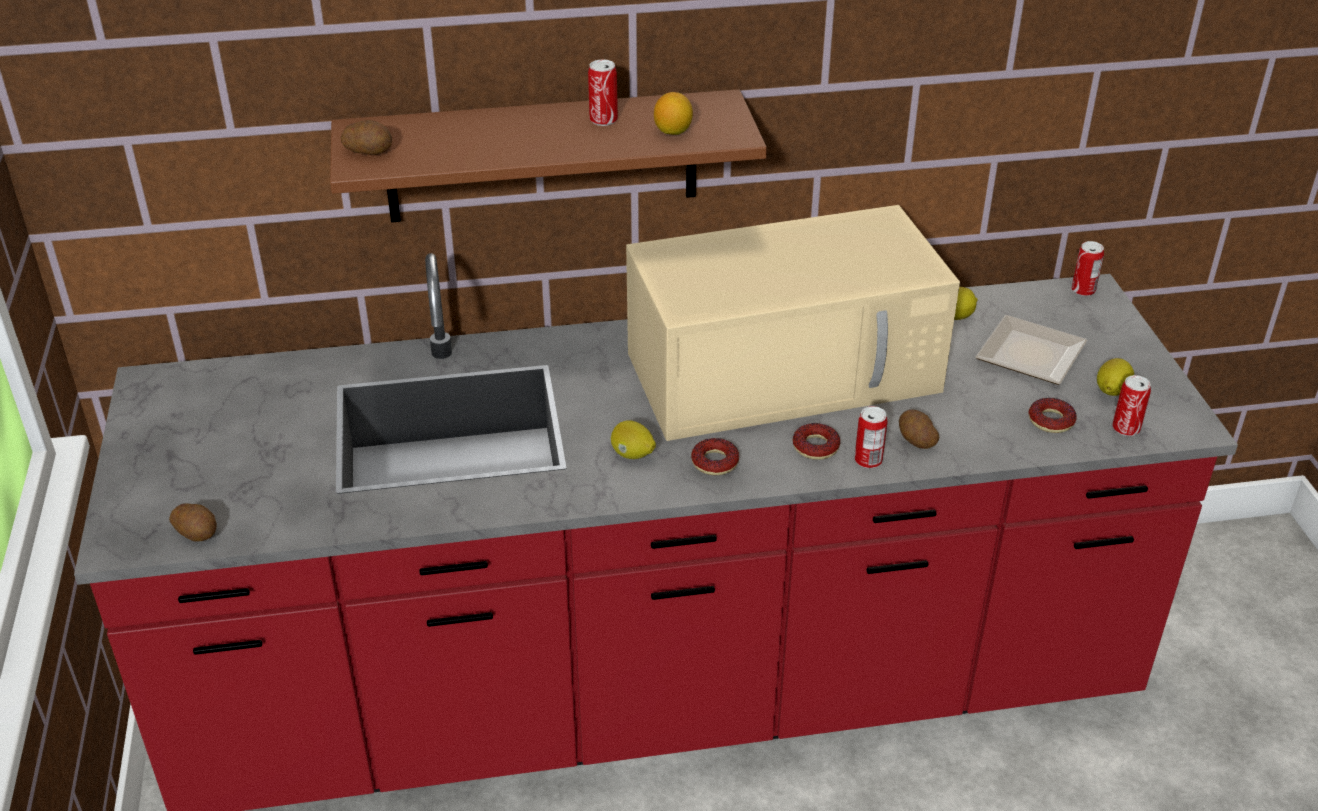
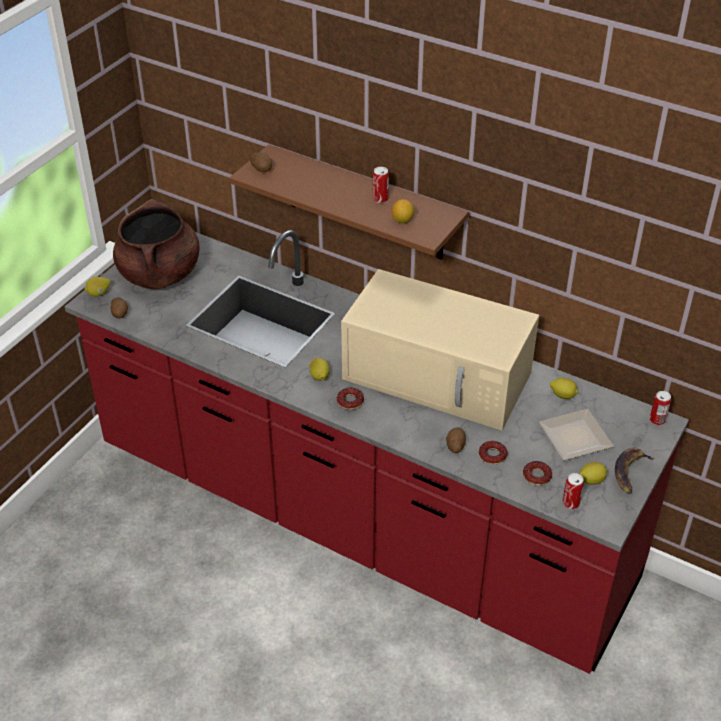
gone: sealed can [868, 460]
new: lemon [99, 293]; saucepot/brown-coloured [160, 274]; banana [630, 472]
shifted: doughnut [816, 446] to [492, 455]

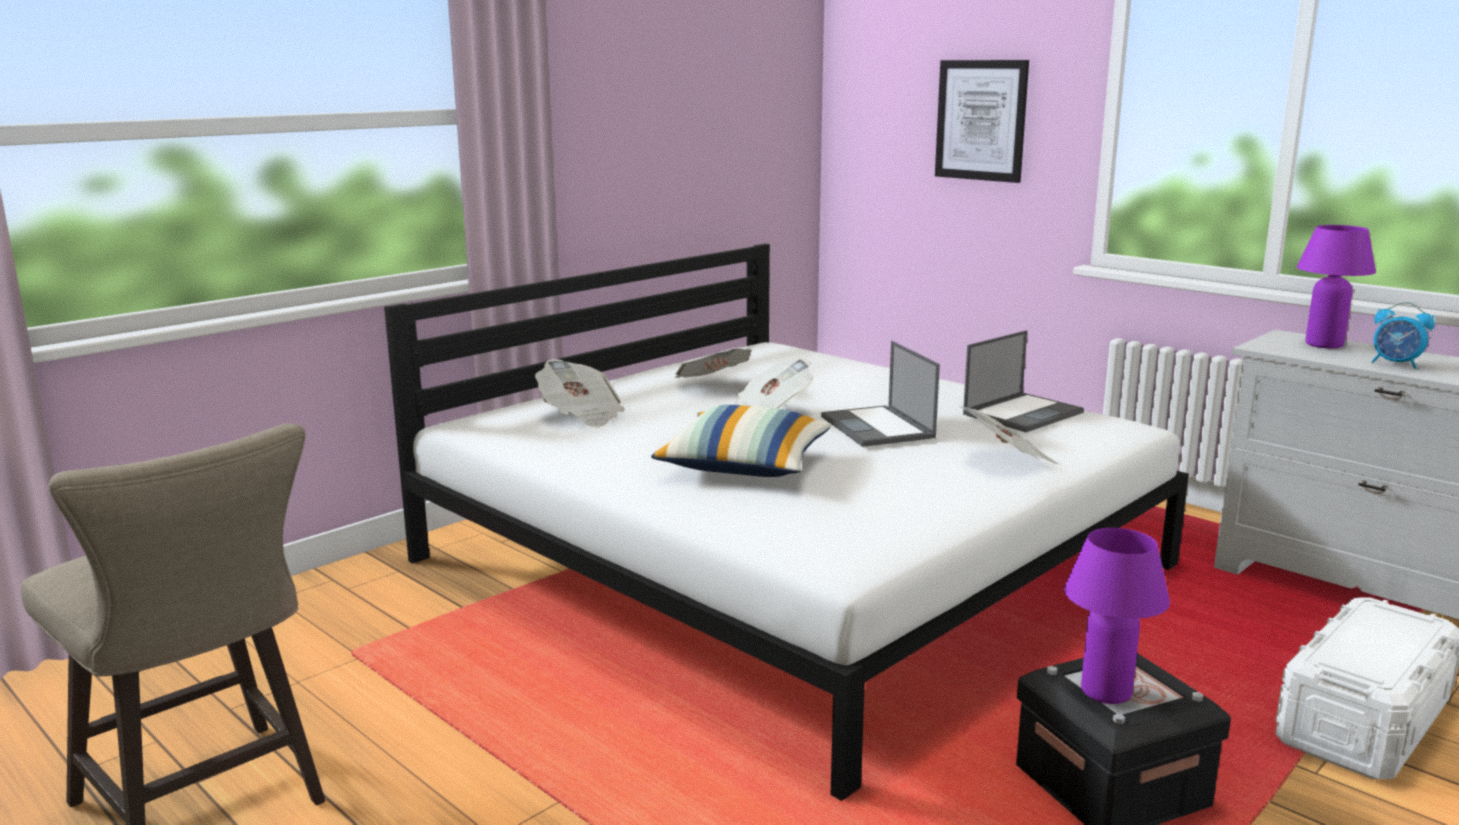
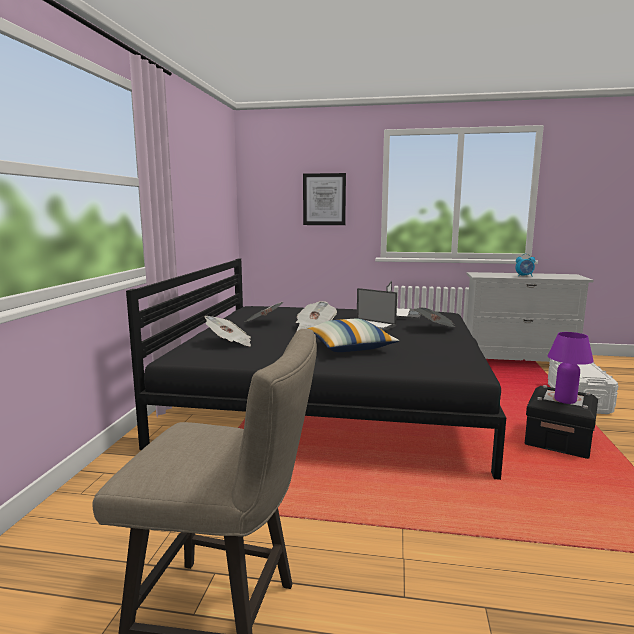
gone: lamp for a table/purplish [1324, 345]
repainted: bedroom bed/whitish [789, 562] to bedroom bed/black-coloured [331, 399]

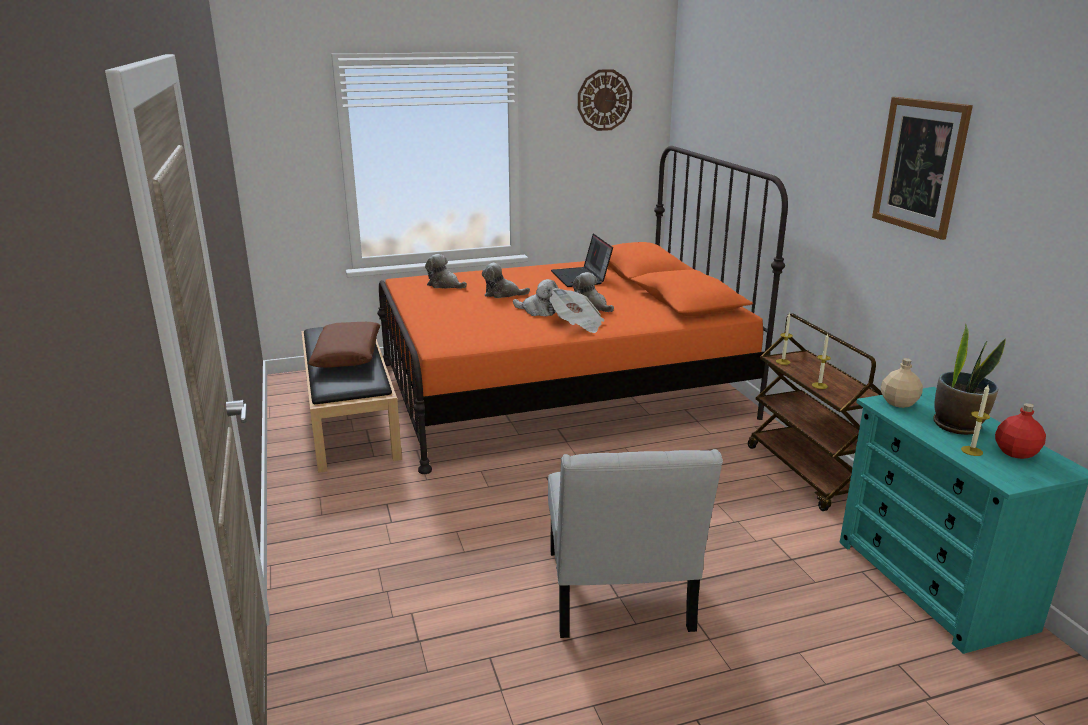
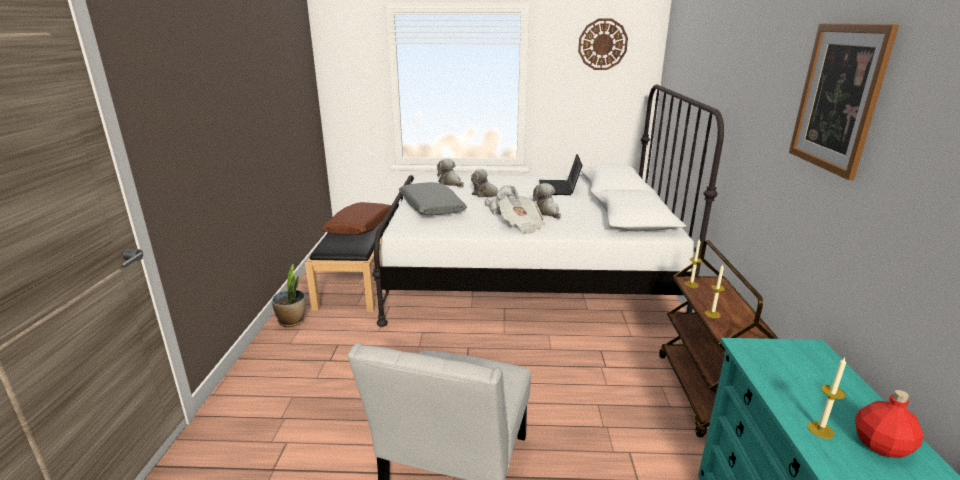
gone: bottle/beige [899, 403]
new: pillow/grey [431, 207]
shifted: plant in a pot [957, 425] to [292, 321]
repainted: bedroom bed/orangey [560, 390] to bedroom bed/whitish [527, 276]

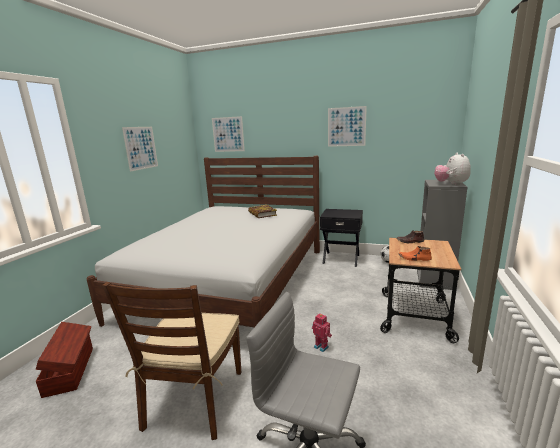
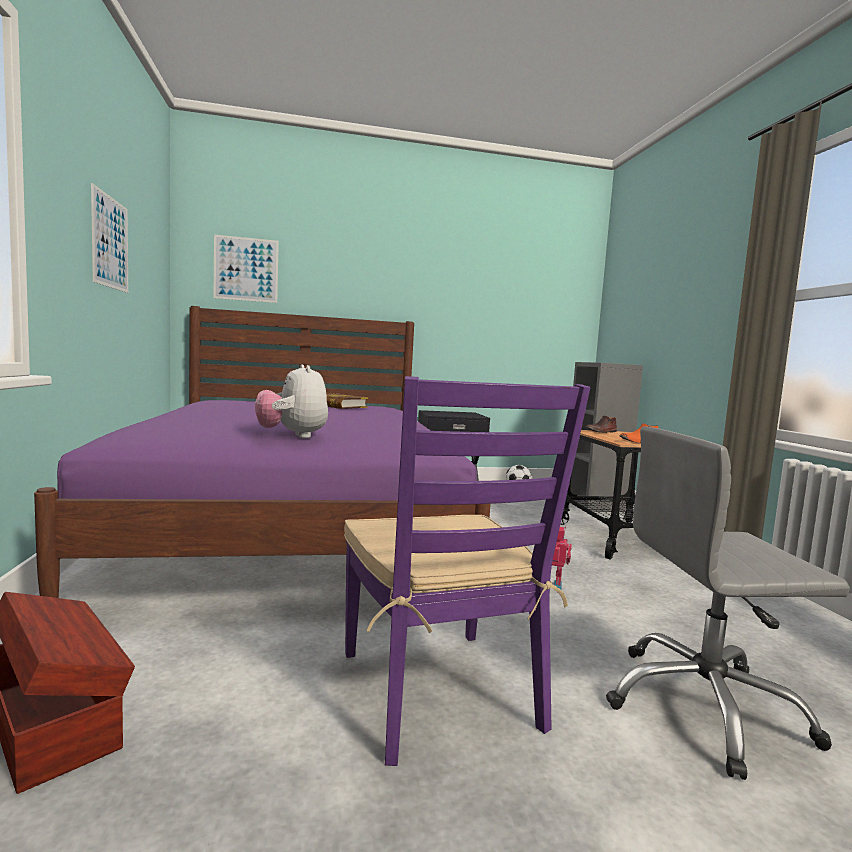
gone: wall art [346, 126]
shifted: soft toy [451, 184] to [292, 436]
repainted: bedroom bed/whitish [230, 282] to bedroom bed/purplish [294, 529]; plain chair/brown-coloured [195, 399] to plain chair/purplish [439, 690]

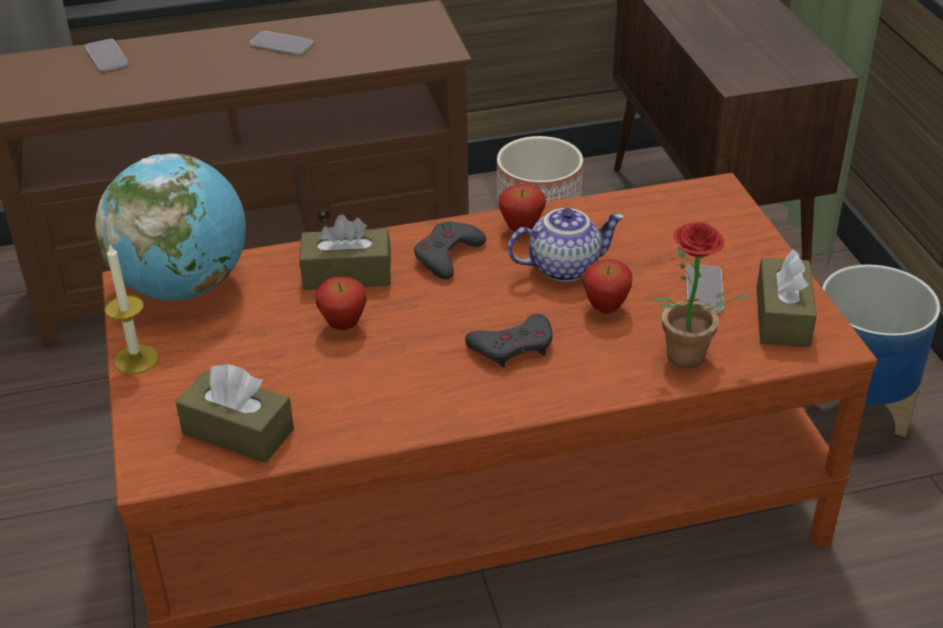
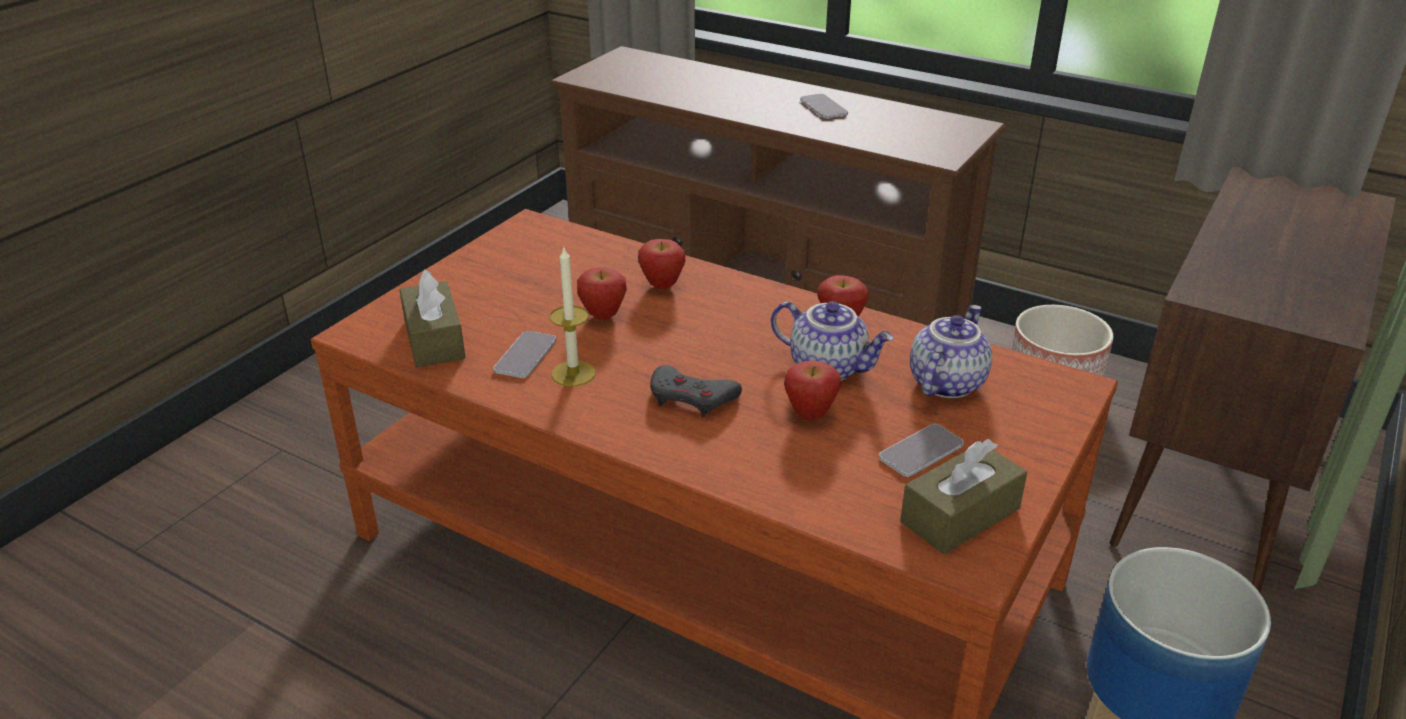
gone: globe [184, 286]; game controller/grey [447, 255]; plant in a pot [684, 361]
new: teapot [945, 382]
shifted: handset [106, 56] to [525, 356]; wax light [136, 359] to [573, 373]
swapped: box of tissues/brown-coloured [347, 274] to apple fruit [662, 286]

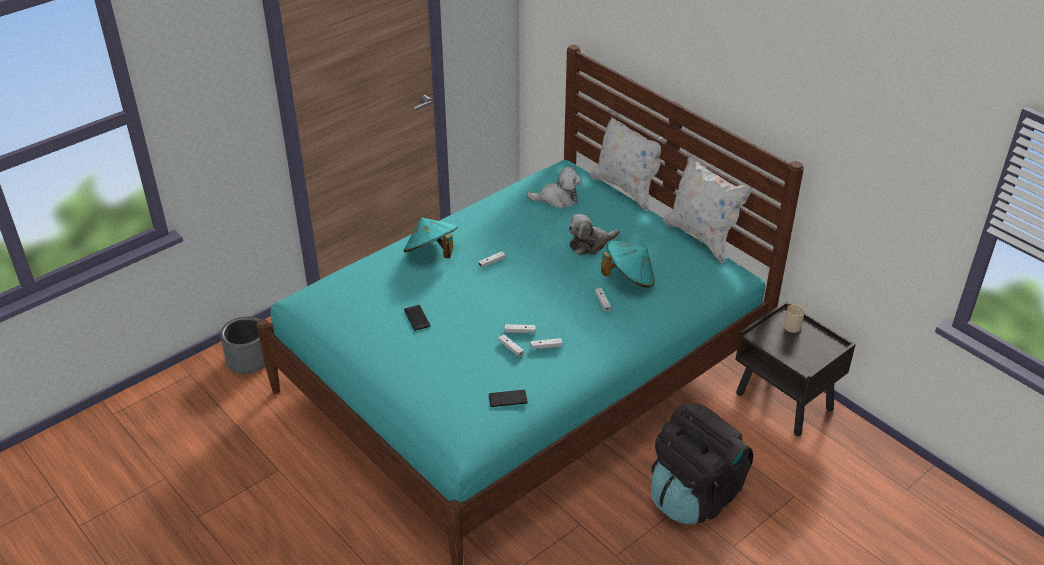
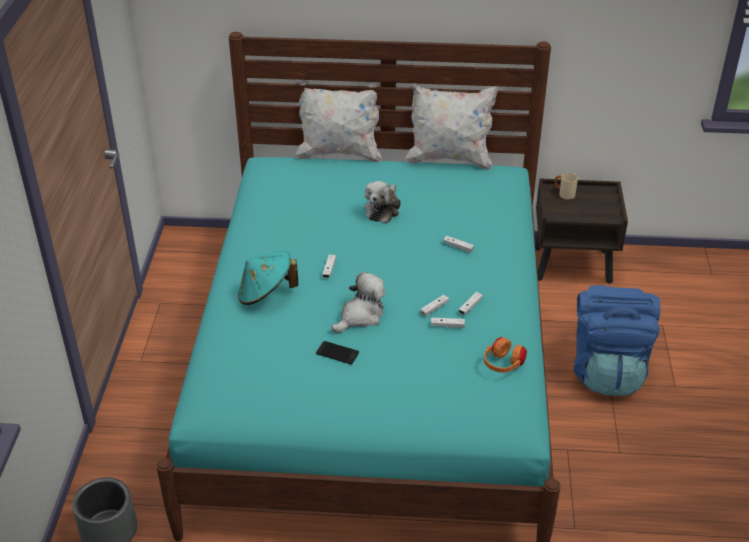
gone: clothing hat/turquoise [629, 279]
shifted: soft toy [557, 199] to [360, 316]
swapped: handset [508, 399] to headset/orangey [503, 365]
repainted: rucksack/black-coloured [694, 495] to rucksack/blue-coloured [607, 370]

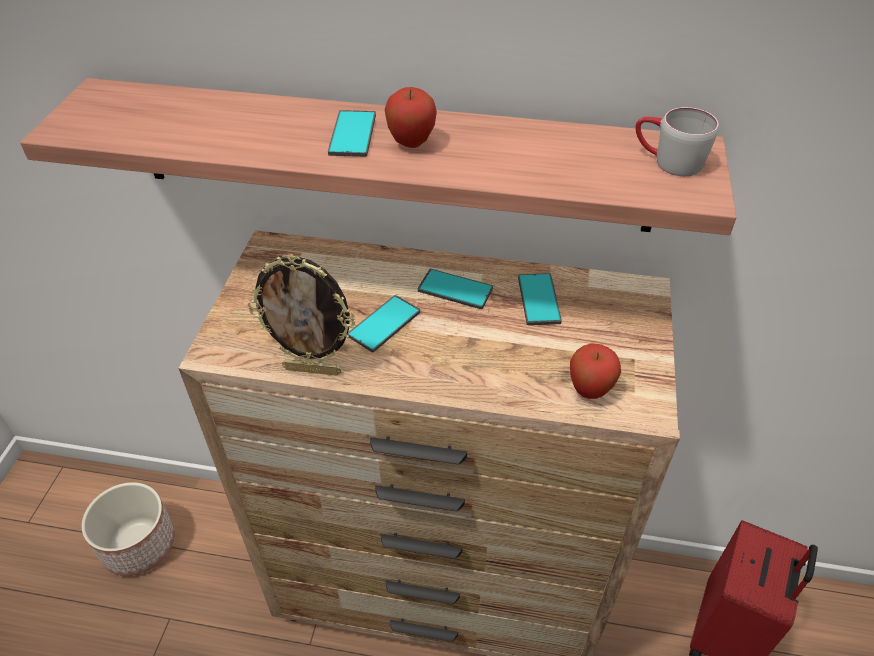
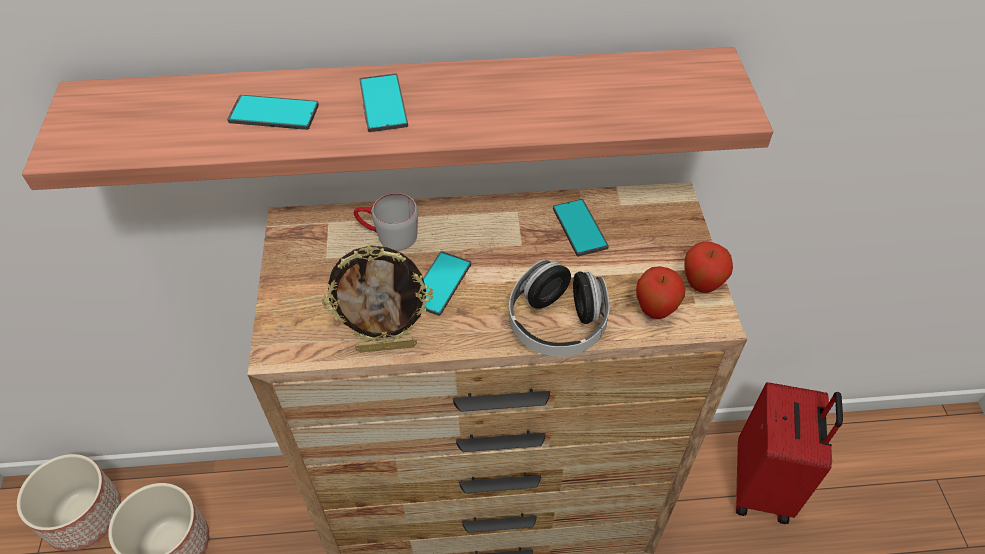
new: planter [84, 514]; headset [557, 324]
shifted: apple fruit [411, 143] to [701, 284]; handset [455, 290] to [274, 114]; mug/grey [667, 161] to [388, 235]

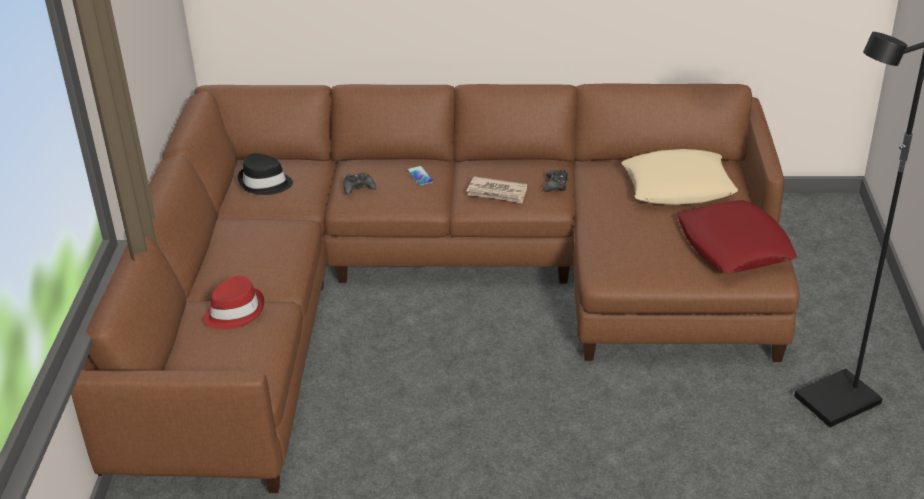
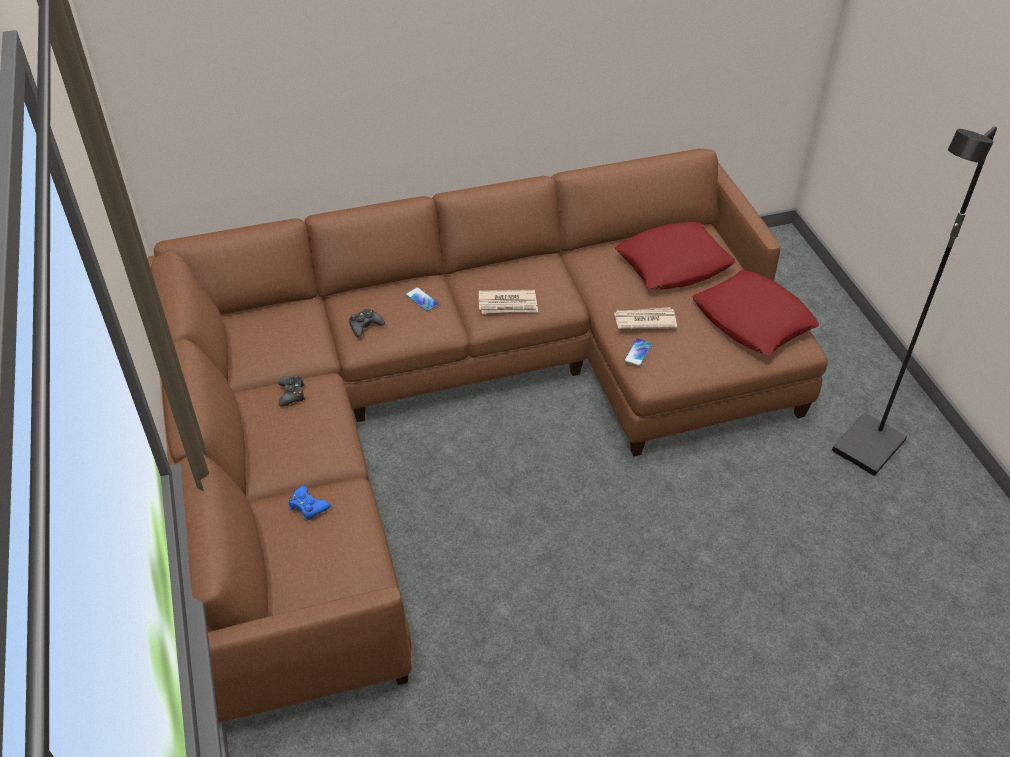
gone: clothing hat/black-coloured [265, 183]
new: newspaper [644, 320]; handset [638, 353]
shifted: game controller/black-coloured [555, 185] to [292, 394]
swapped: clothing hat/red-coloured [234, 311] to game controller/blue-coloured [308, 507]
repainted: pillow/beige [678, 186] to pillow/red-coloured [673, 264]

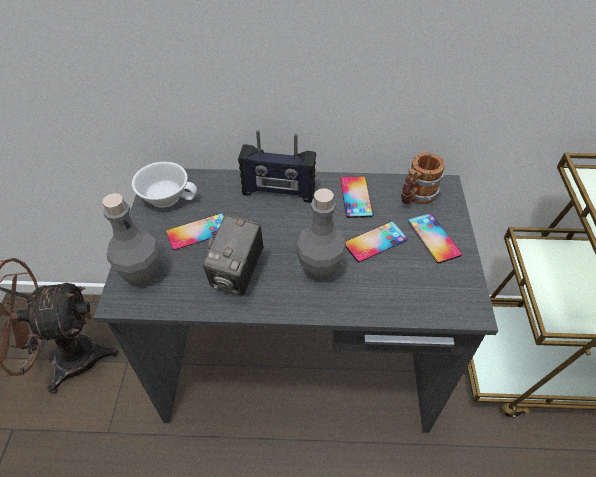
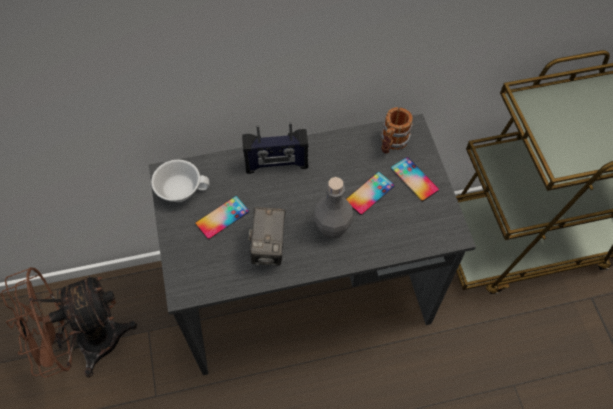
gone: bottle/grey [142, 274]; handset [356, 197]

